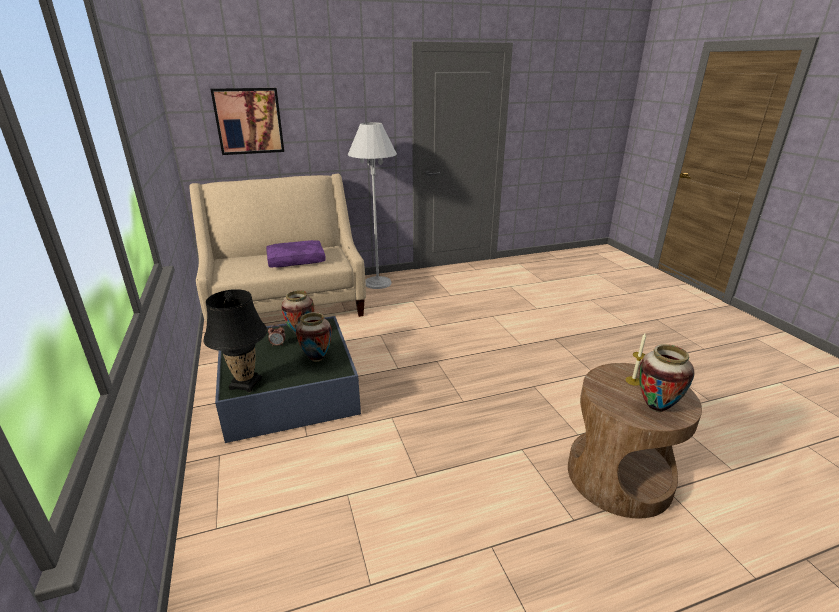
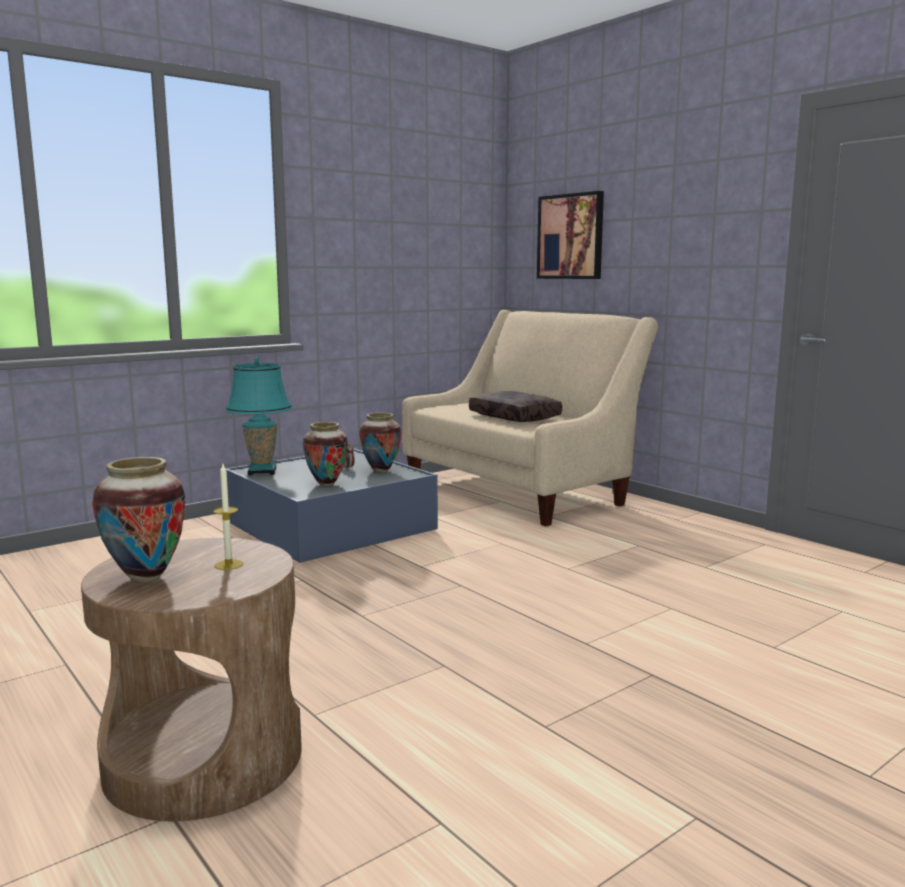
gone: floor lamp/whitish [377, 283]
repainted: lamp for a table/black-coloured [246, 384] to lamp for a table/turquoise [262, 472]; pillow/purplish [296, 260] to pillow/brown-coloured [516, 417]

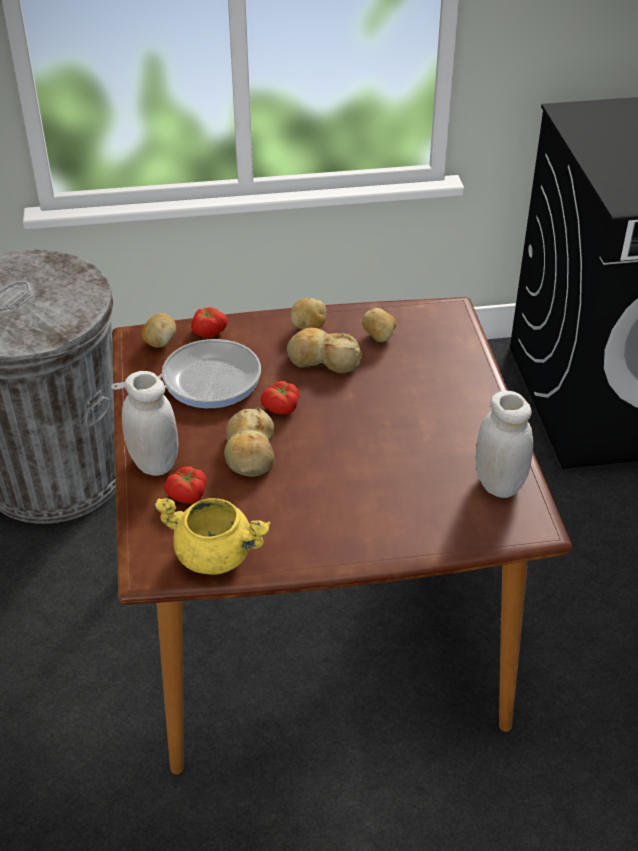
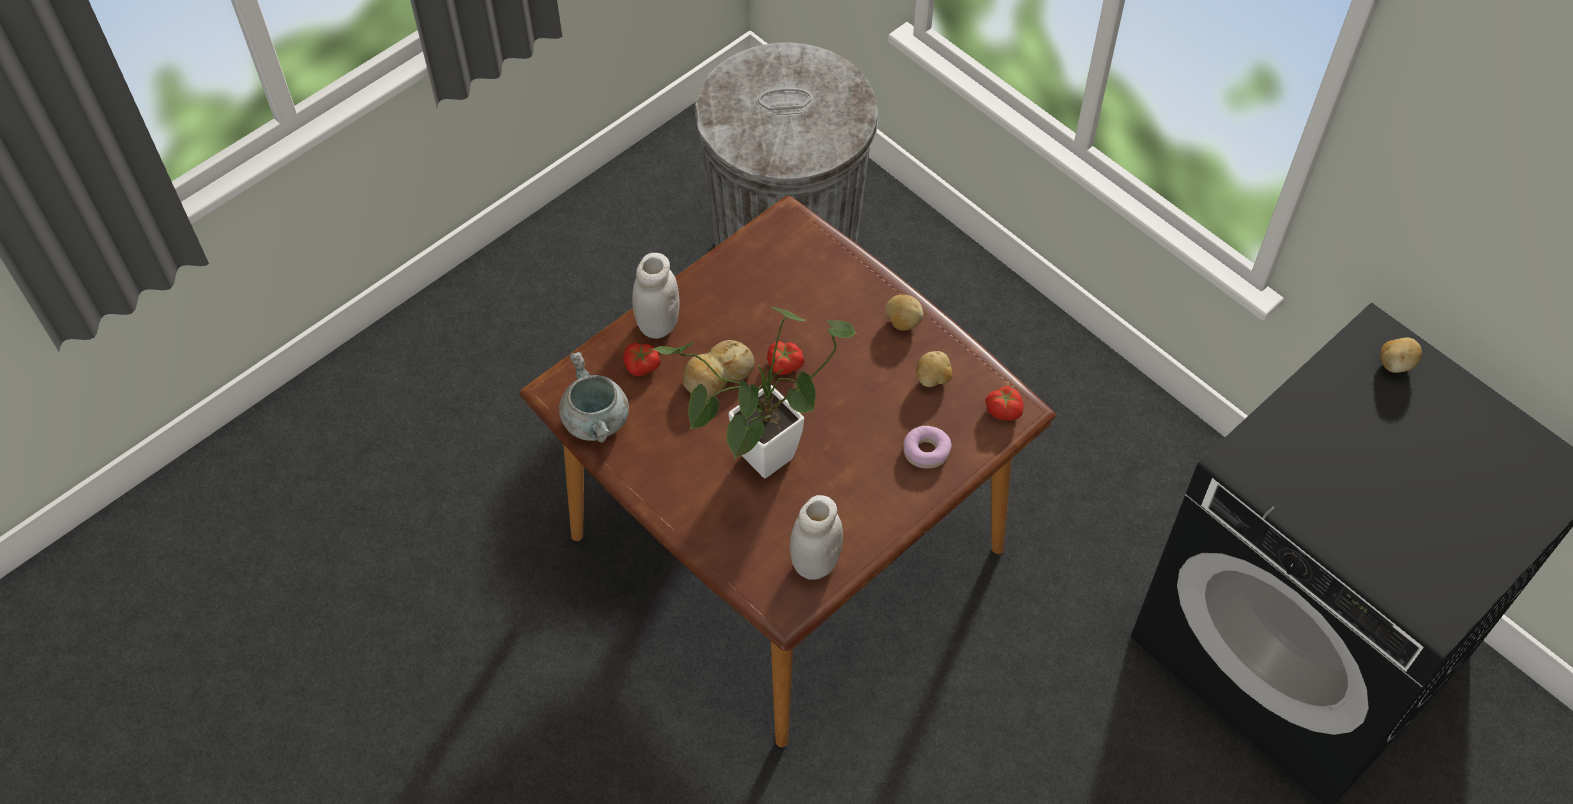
gone: pan [205, 381]; bread [323, 359]
new: plant in a pot [756, 463]; doughnut [926, 451]
shifted: spud [160, 342] to [1395, 364]; tomato [208, 331] to [1004, 409]
repainted: saucepot/yellow-coloured [216, 555] to saucepot/grey [597, 421]

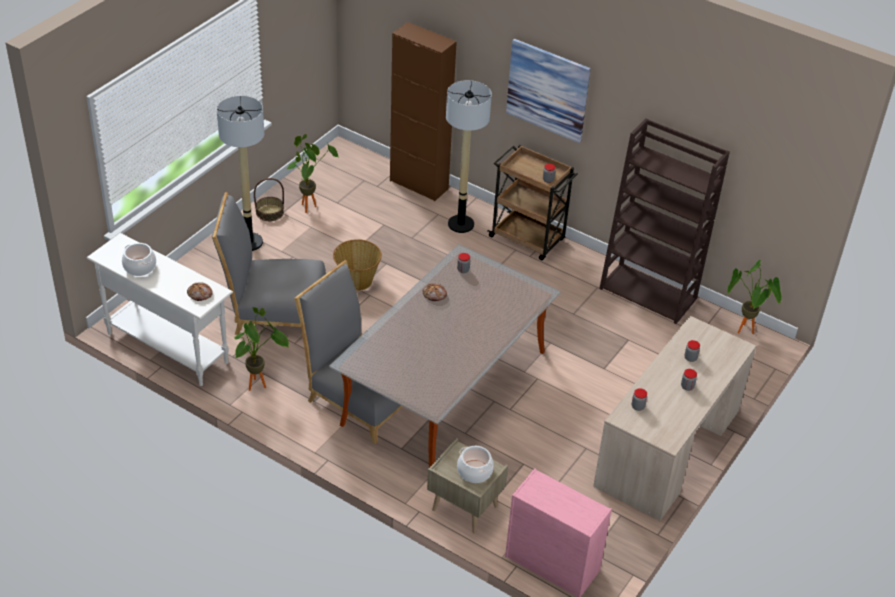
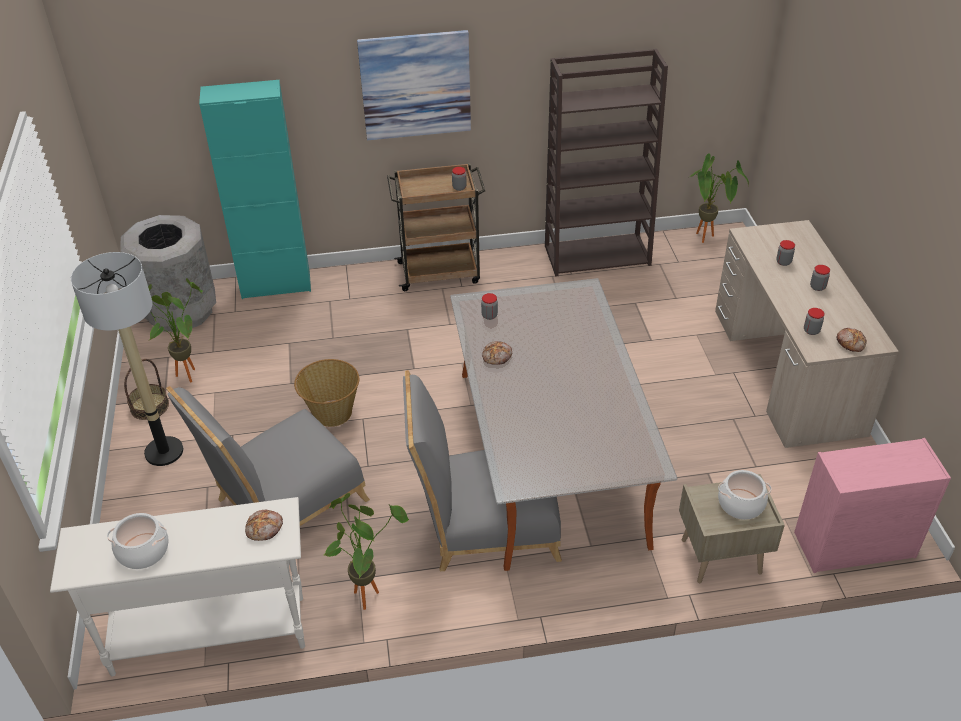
gone: floor lamp [461, 224]
new: rubbish bin/grey [180, 311]; bread [850, 343]
repainted: cabinet/brown-coloured [419, 185] to cabinet/turquoise [276, 285]

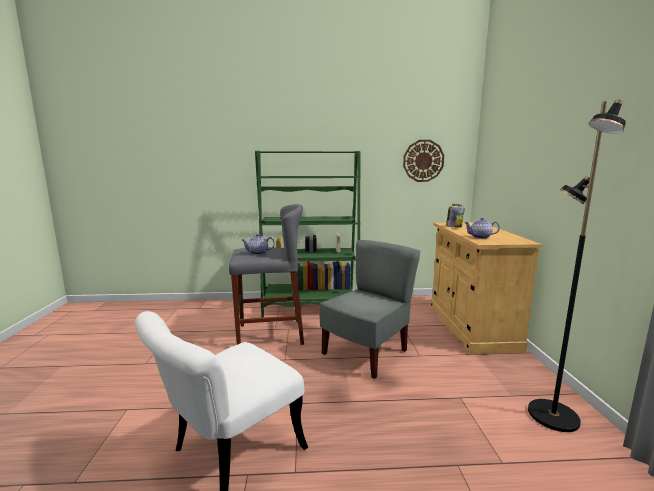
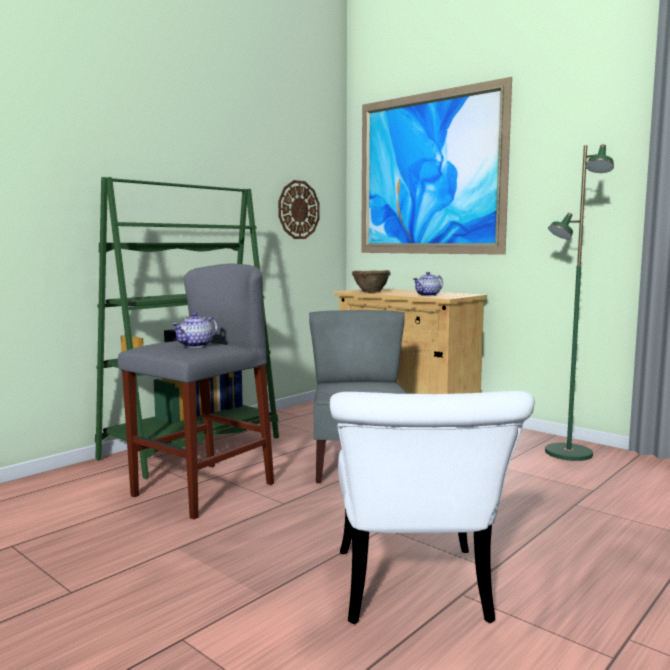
new: wall art [429, 174]
swapped: jar [454, 226] to serving bowl/brown-coloured [370, 292]
repainted: floor lamp/black-coloured [552, 416] to floor lamp/greenish [568, 453]

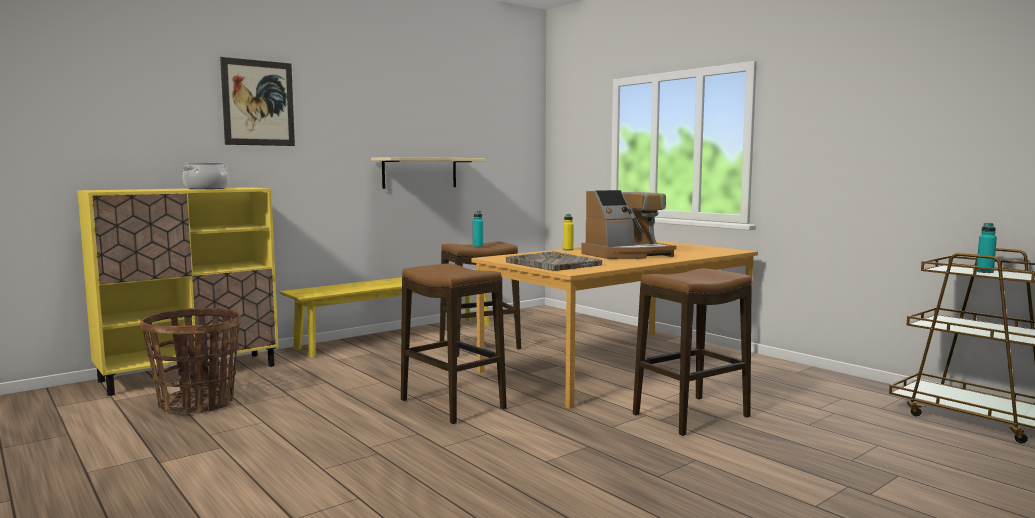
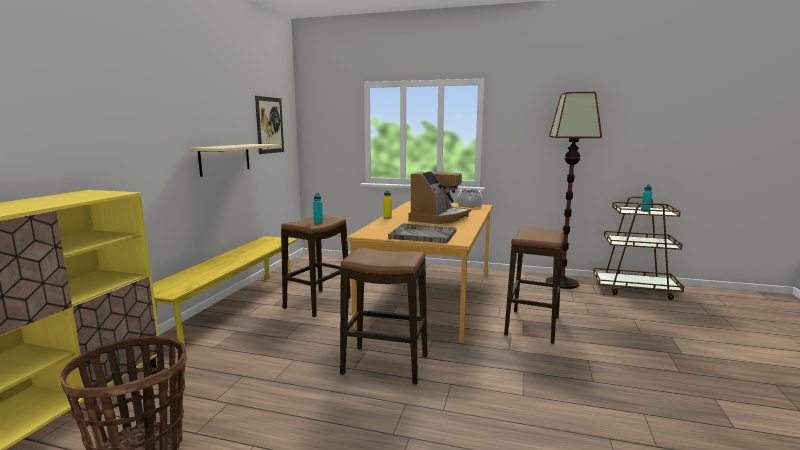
new: floor lamp [562, 283]
shifted: saucepot [206, 188] to [469, 206]; wall art [258, 103] to [269, 125]

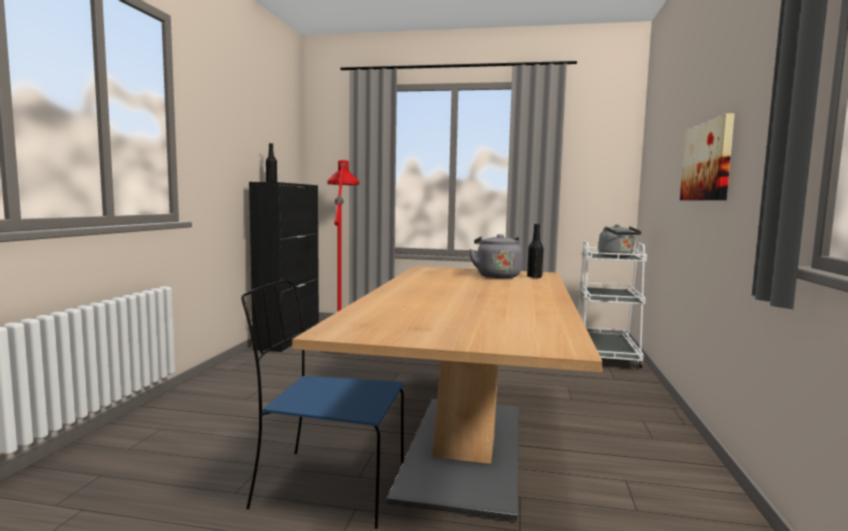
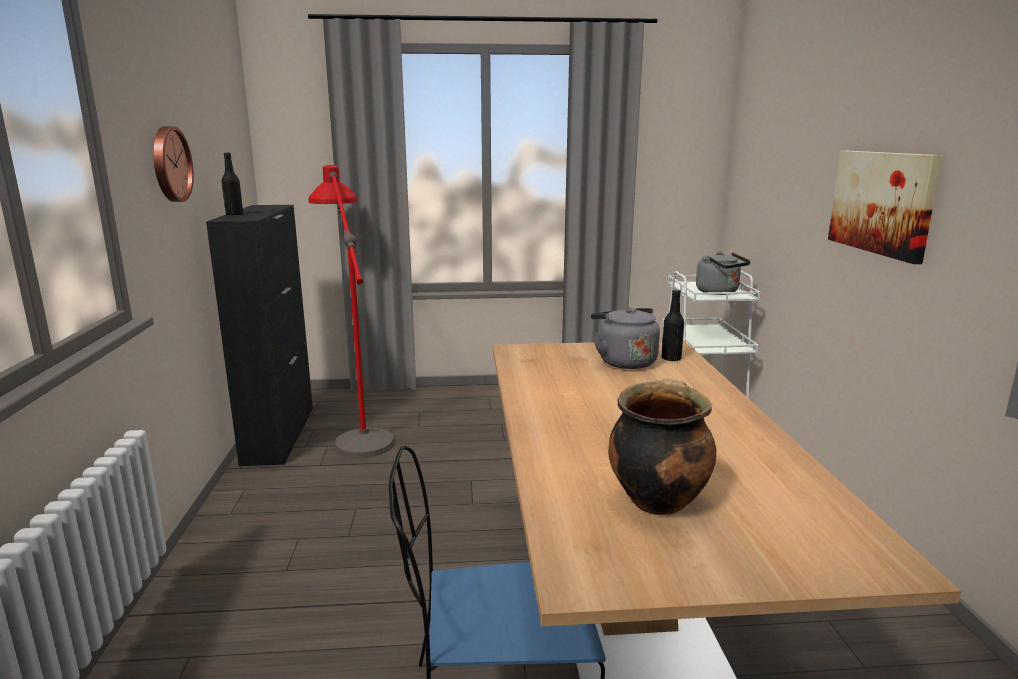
new: clock on the wall [169, 164]; saucepot [657, 499]

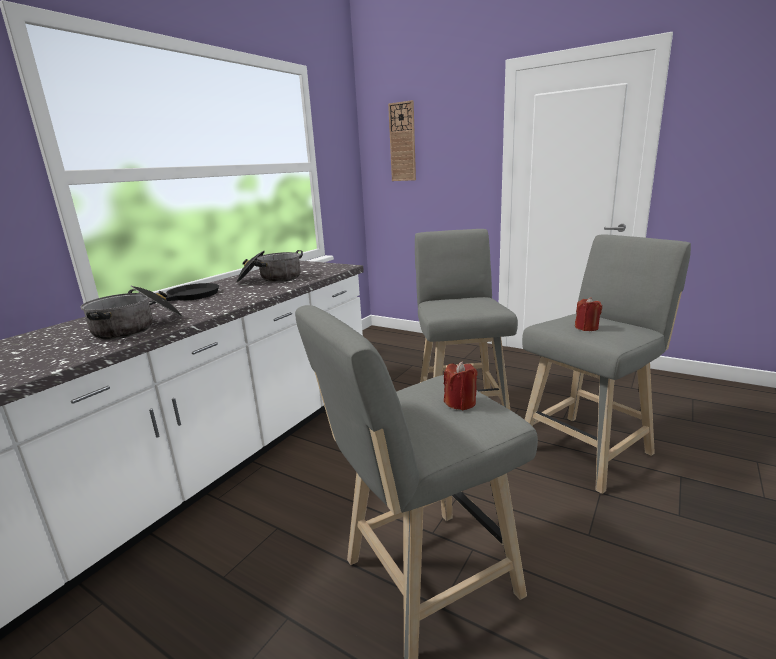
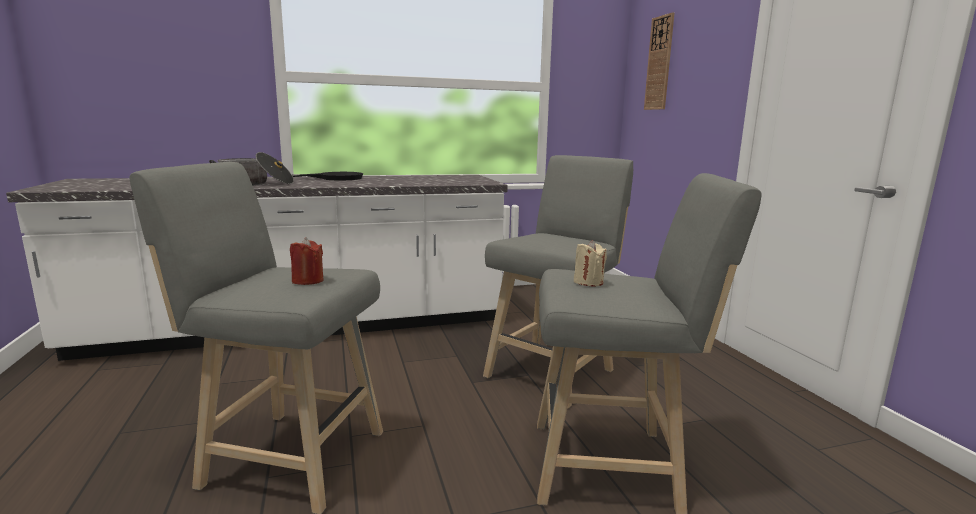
gone: saucepot [271, 279]
repainted: wax light/red-coloured [586, 328] to wax light/beige [588, 282]

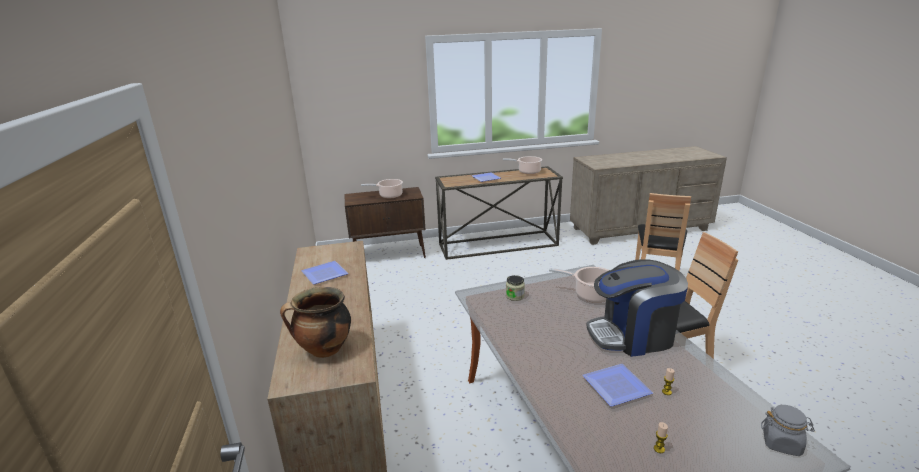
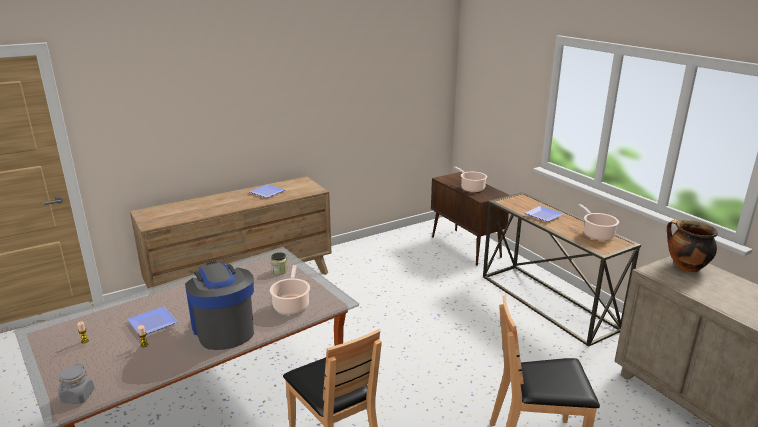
shifted: saucepot [324, 350] to [685, 267]

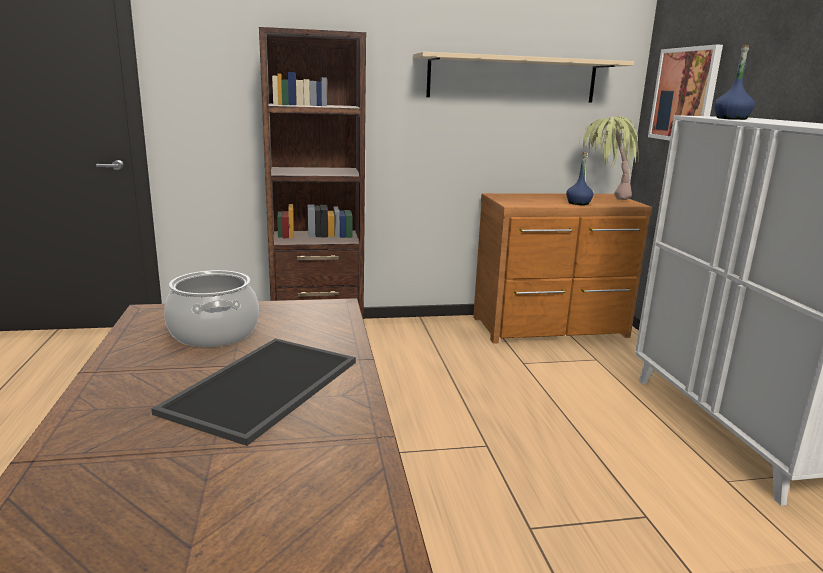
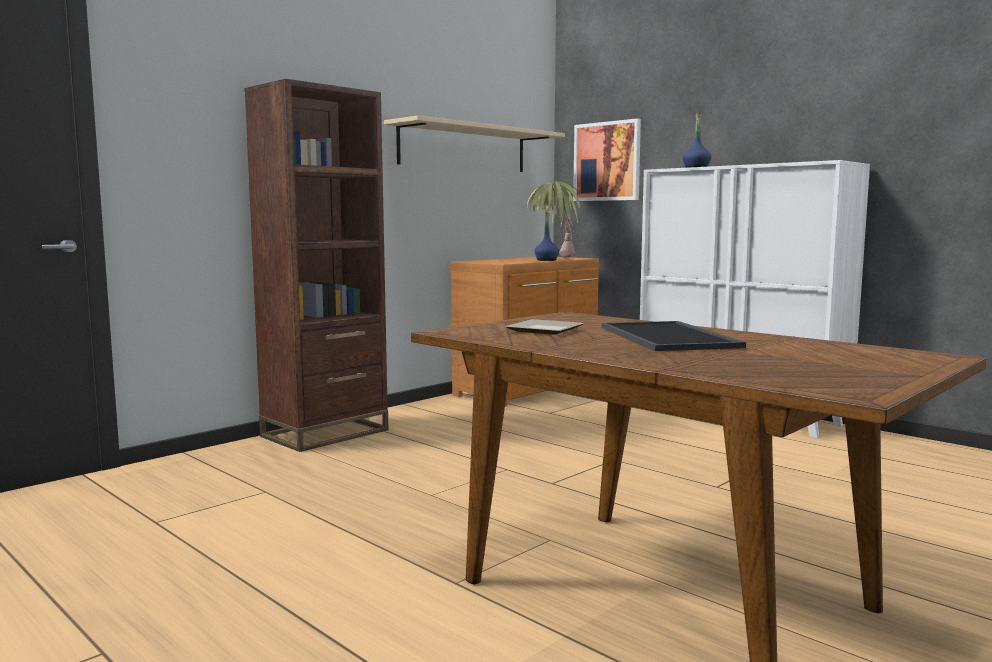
swapped: saucepot [213, 333] to flat dish [542, 330]

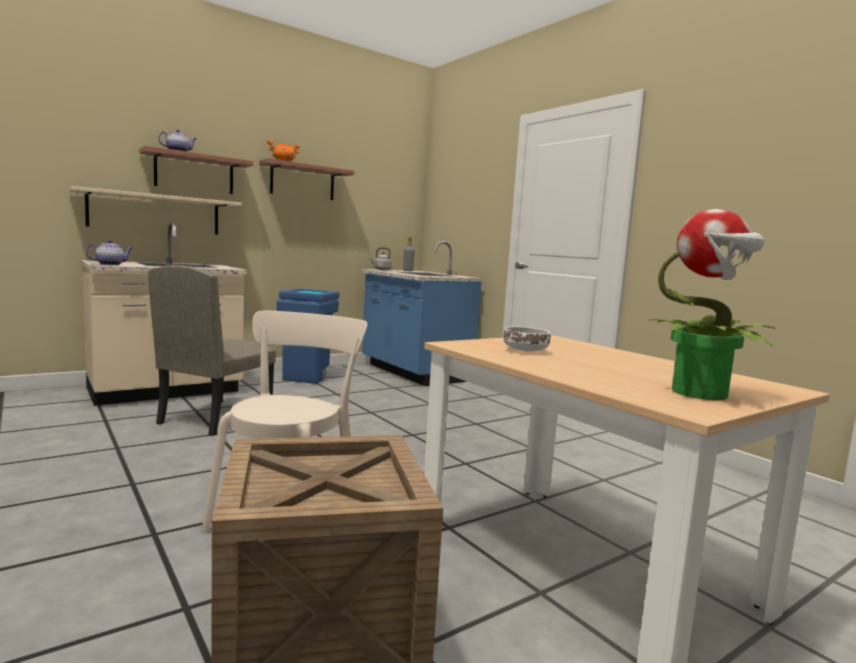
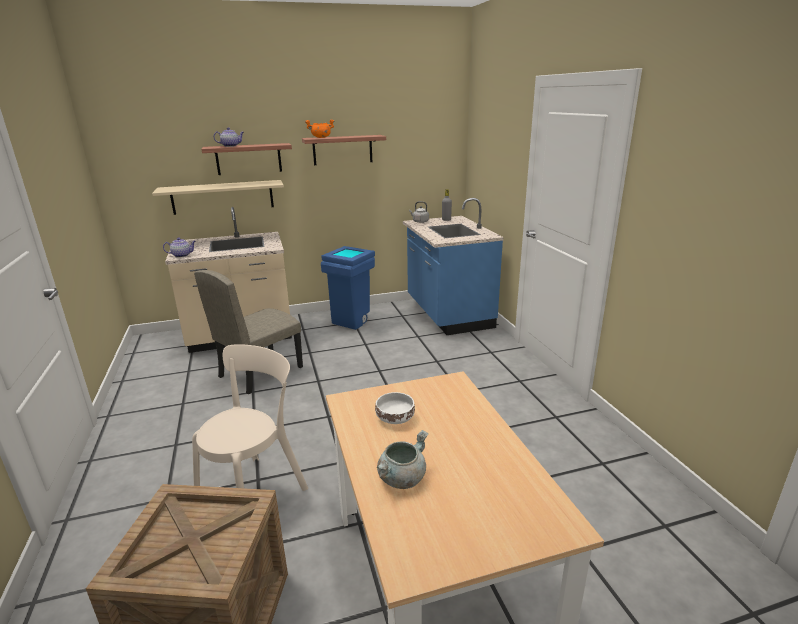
gone: plant in a pot [701, 393]
new: saucepot/grey [401, 478]

